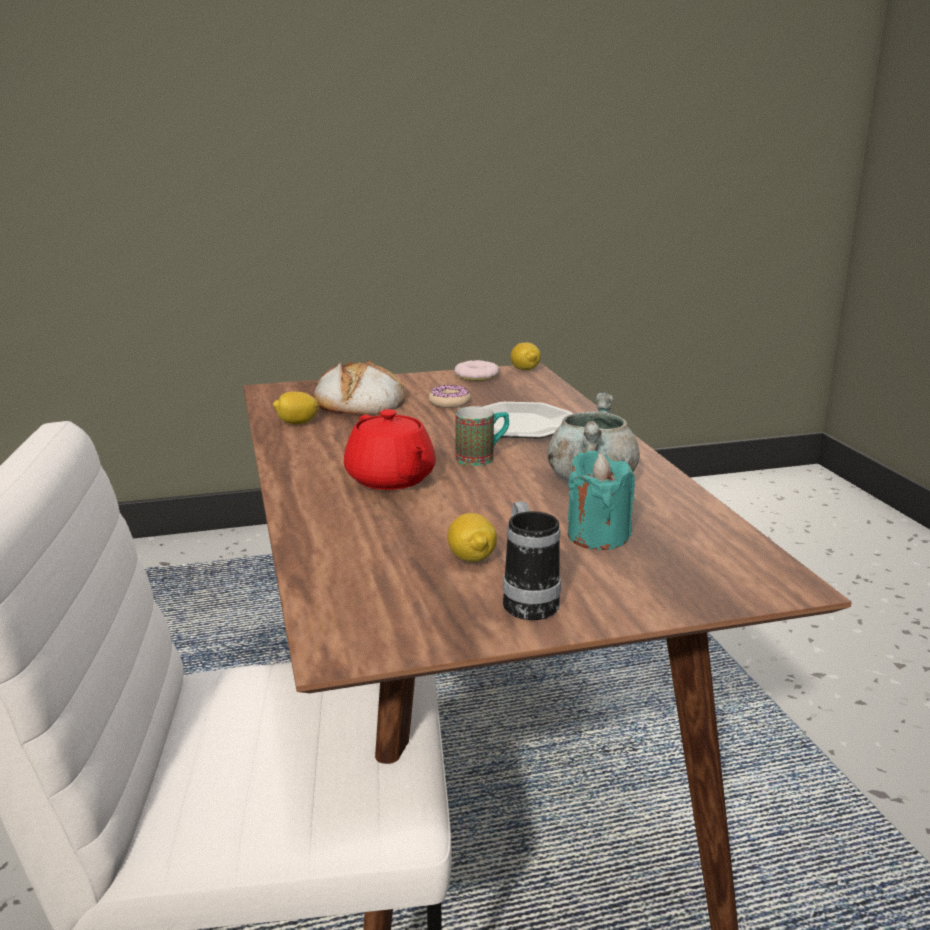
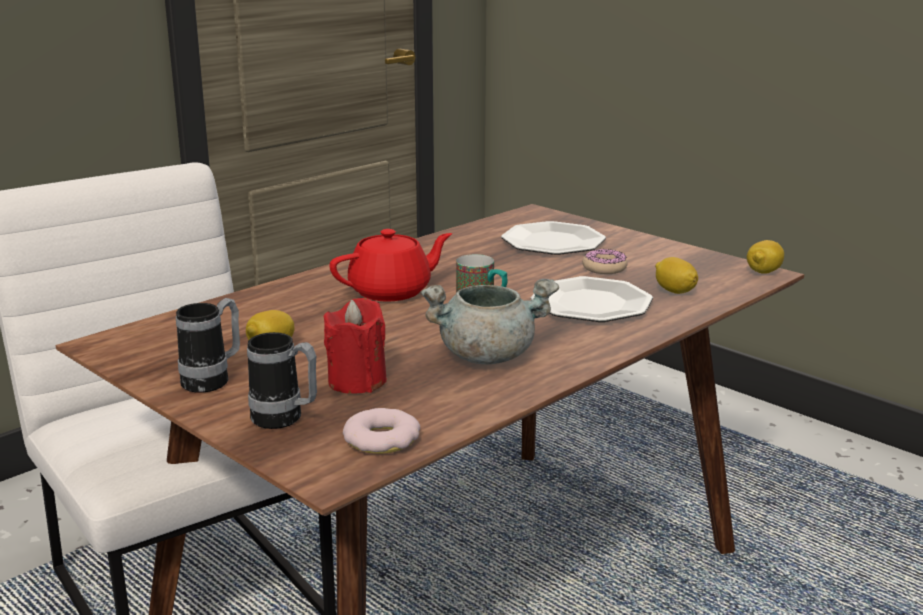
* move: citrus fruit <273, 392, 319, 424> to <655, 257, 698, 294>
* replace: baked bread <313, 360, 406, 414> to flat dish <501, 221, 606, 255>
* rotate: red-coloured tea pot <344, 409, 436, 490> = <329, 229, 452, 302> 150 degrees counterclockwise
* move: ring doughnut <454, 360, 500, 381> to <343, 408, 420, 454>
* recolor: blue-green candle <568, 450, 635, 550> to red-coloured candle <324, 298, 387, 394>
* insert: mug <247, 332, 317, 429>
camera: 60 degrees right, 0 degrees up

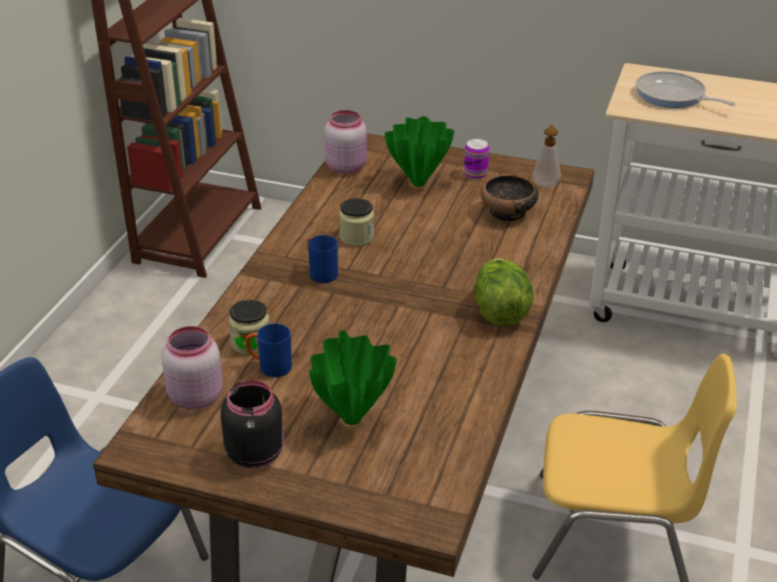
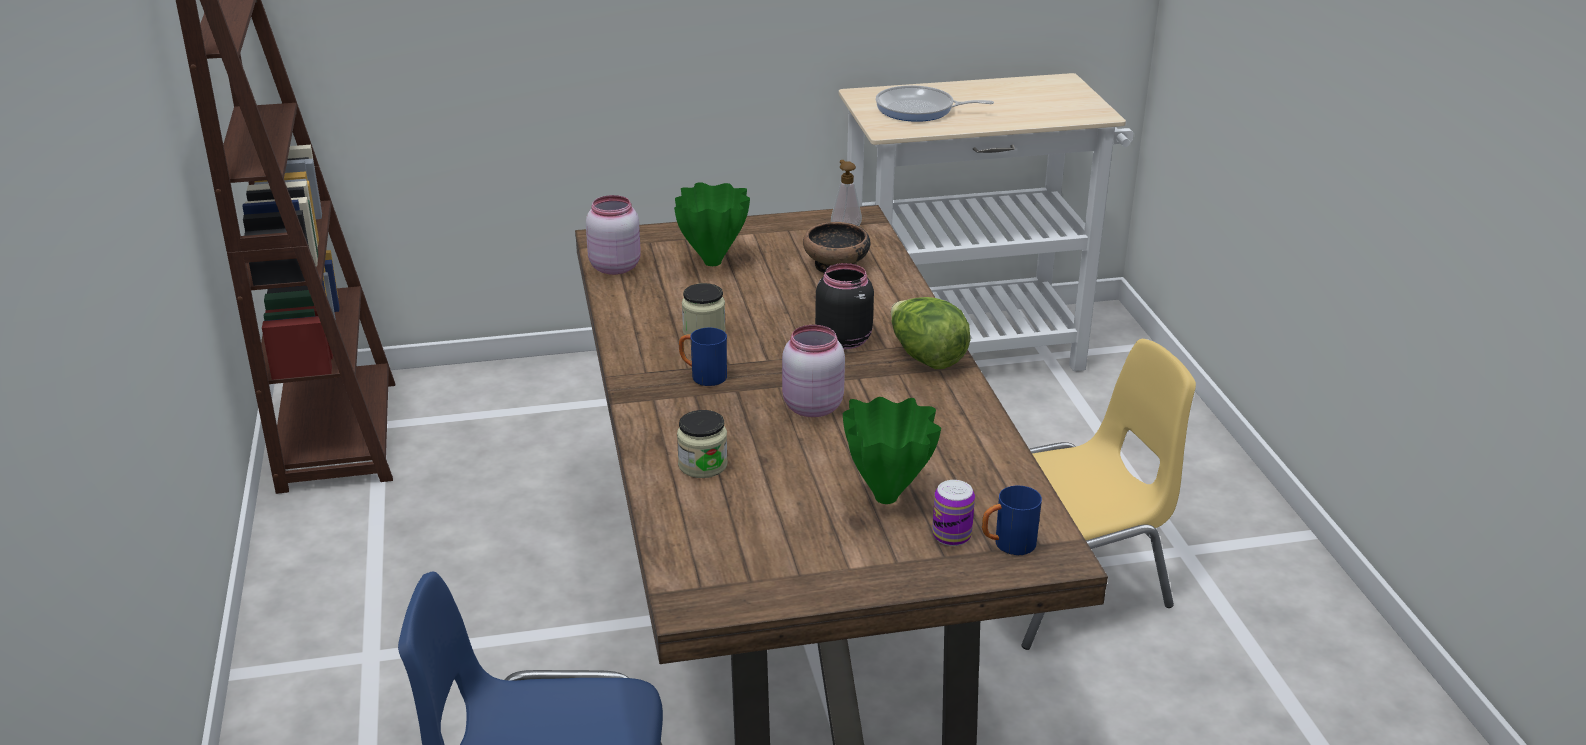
* move: pink-coloured jar <162, 326, 223, 410> to <782, 325, 845, 417>
* move: blackish jar <221, 380, 284, 469> to <815, 263, 874, 349>
* move: bluish mug <246, 324, 292, 377> to <982, 485, 1042, 555>
* move: metal can <464, 139, 489, 179> to <932, 480, 975, 546>
camera: 30 degrees left, 5 degrees down

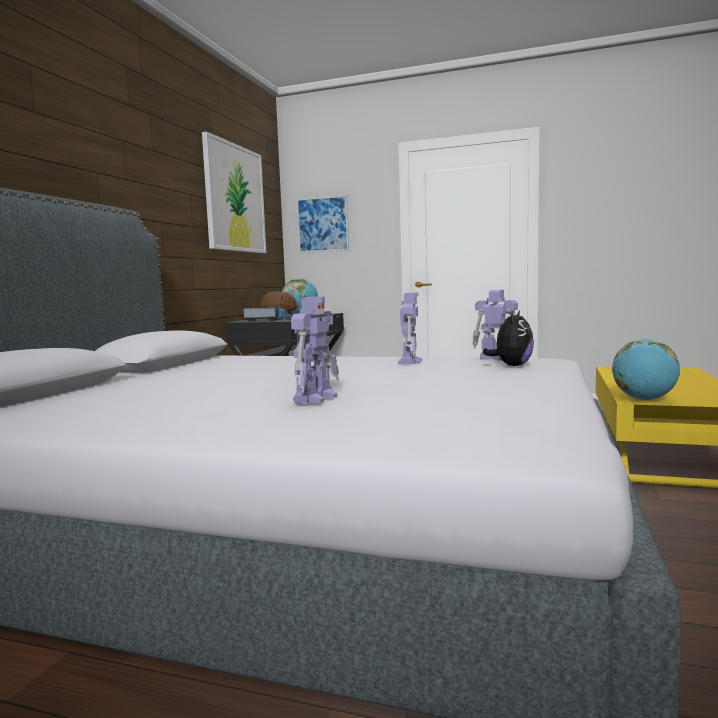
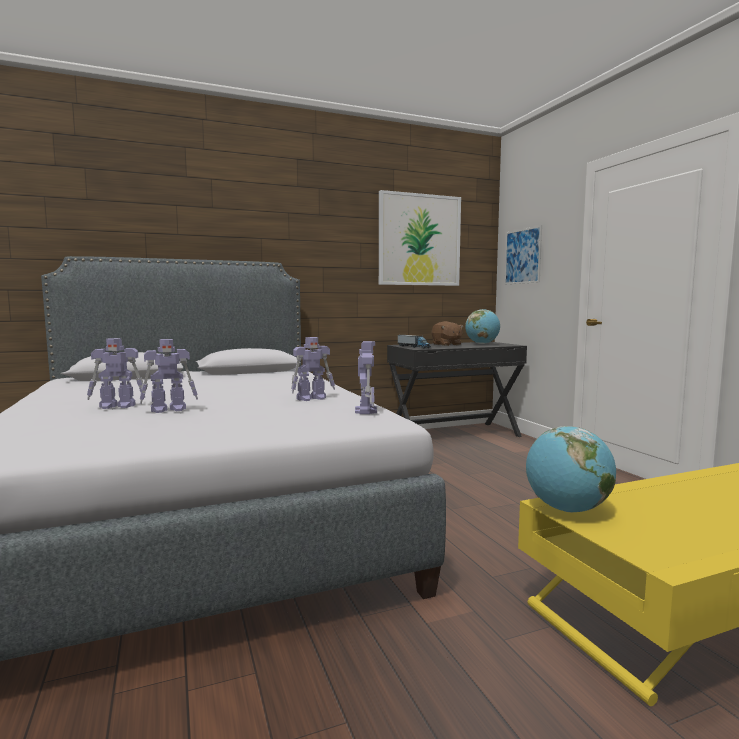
* delete: plush toy <483, 311, 534, 366>
* insert: toy robot <140, 339, 198, 413>
camera: 50 degrees right, 0 degrees up

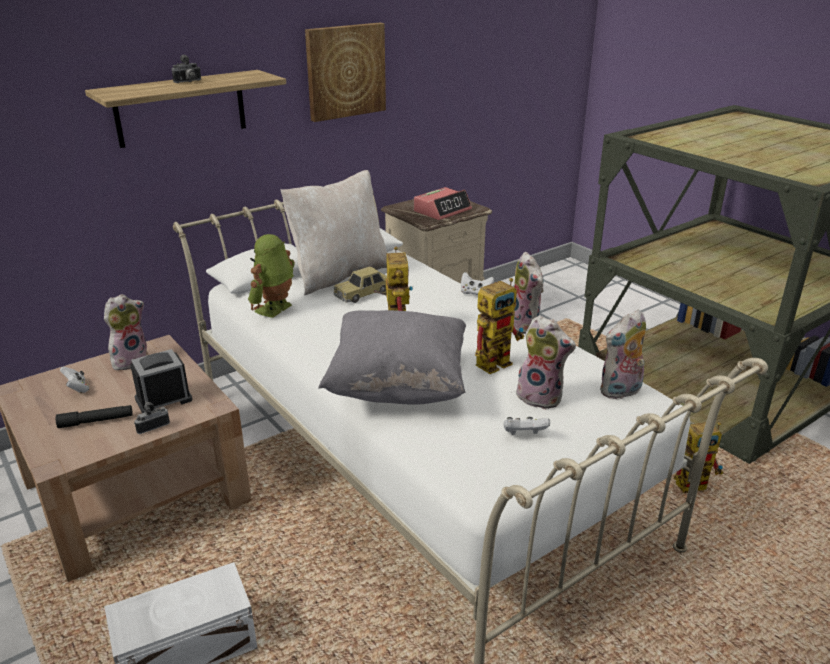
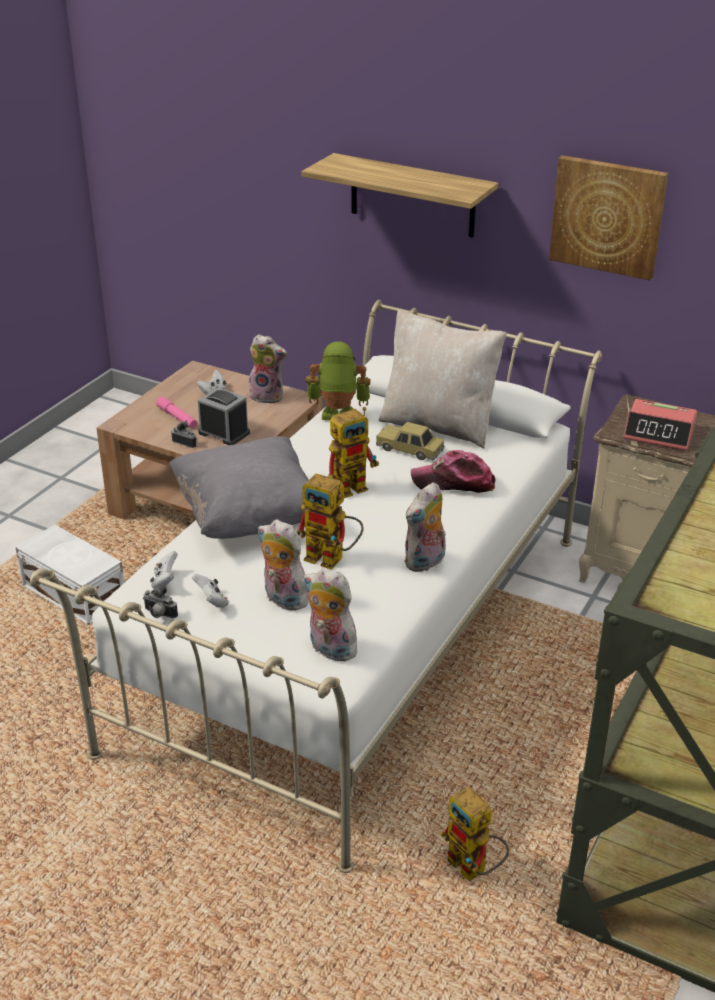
* recolor: blackish flashlight <56, 405, 133, 428> to pink-coloured flashlight <156, 397, 197, 428>
* move: photo camera <171, 55, 201, 83> to <143, 585, 178, 618>
* move: white gamepad <461, 272, 494, 295> to <150, 551, 178, 589>
* rotate: plush toy <511, 315, 576, 410> = <258, 520, 308, 611> 120 degrees clockwise
* insert: baseball cap <411, 450, 496, 493>
camera: 65 degrees right, 5 degrees up

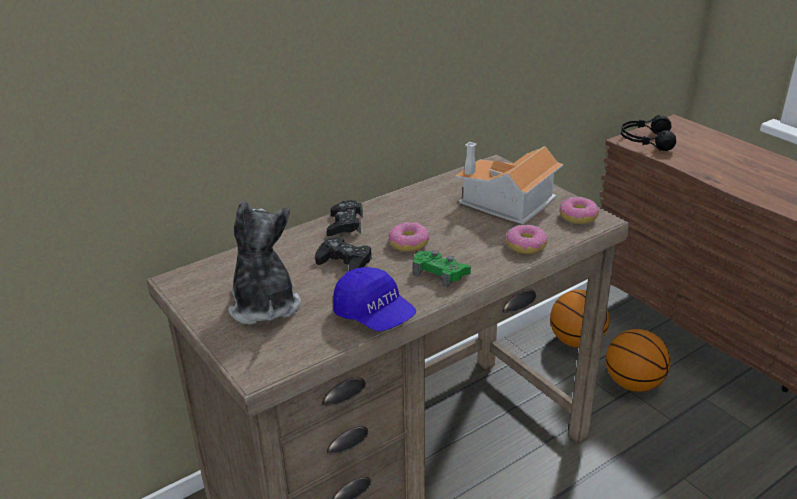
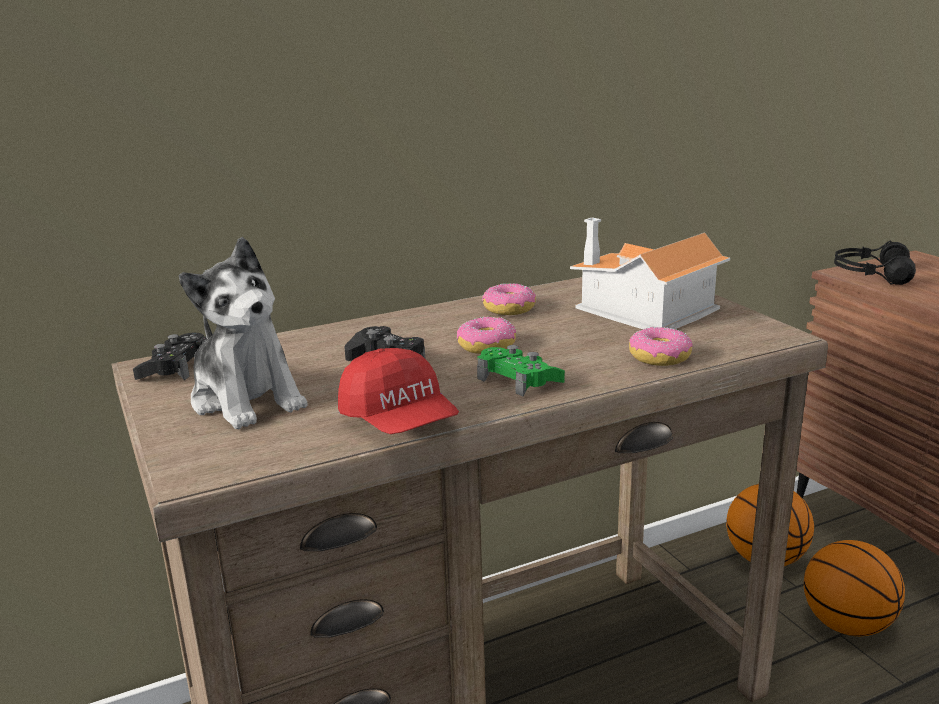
* rotate: plush toy <228, 201, 301, 325> = <179, 237, 308, 429> 150 degrees clockwise
* move: blackish gamepad <327, 200, 363, 236> to <133, 333, 207, 380>
* recolor: bluish baseball cap <333, 267, 416, 331> to red-coloured baseball cap <338, 348, 459, 434>
* move: ring doughnut <559, 197, 599, 224> to <482, 283, 536, 315>
camera: 10 degrees right, 10 degrees down

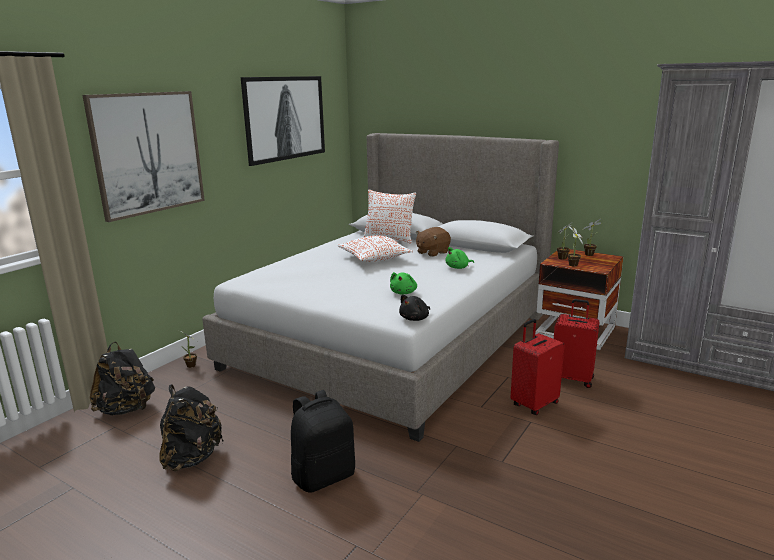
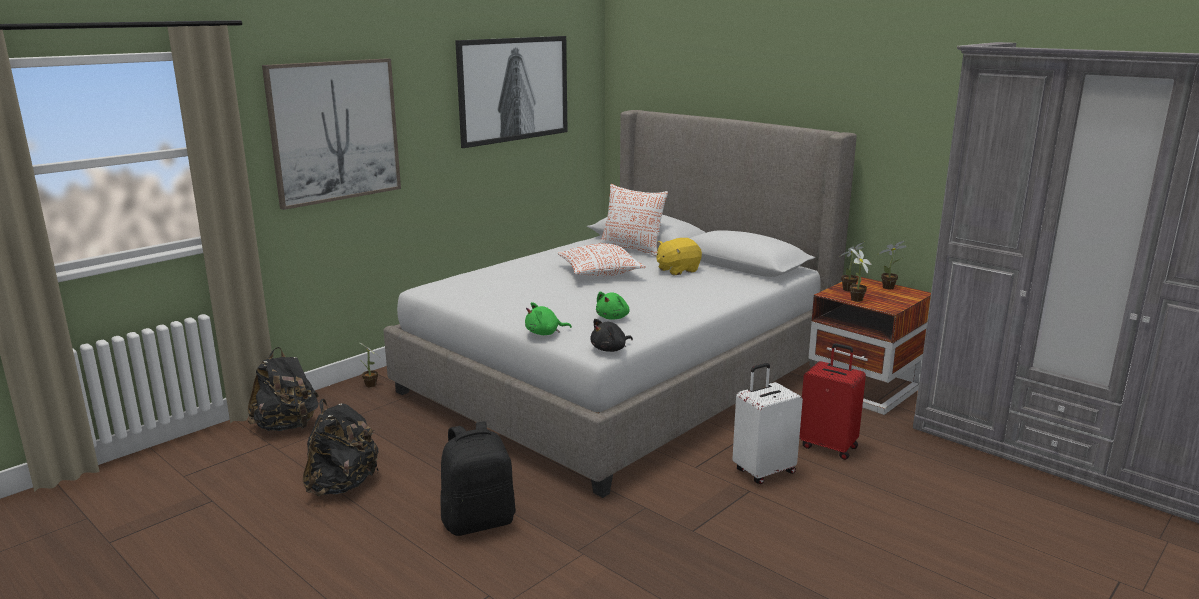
* recolor: brown plush toy <416, 227, 451, 257> to yellow-coloured plush toy <657, 238, 702, 275>
* move: green-coloured plush toy <445, 247, 474, 269> to <525, 302, 572, 335>
* recolor: red-coloured suitcase <511, 319, 565, 415> to white suitcase <732, 363, 803, 484>
camera: 10 degrees right, 0 degrees up

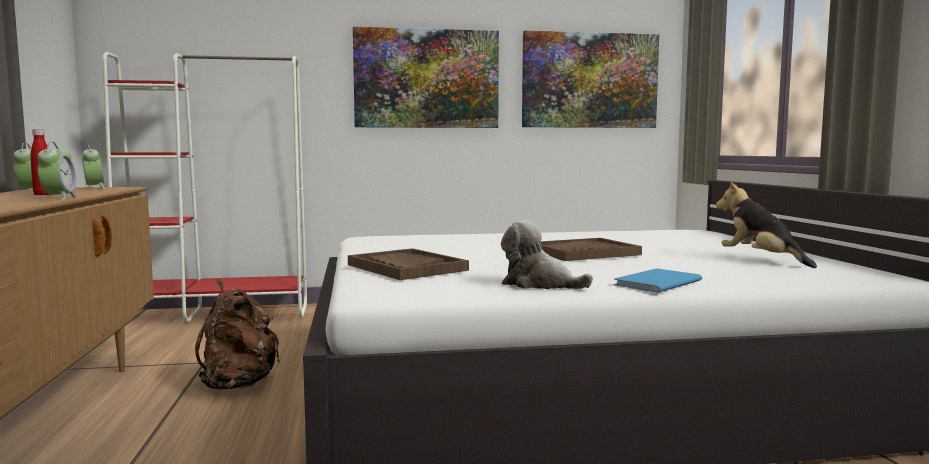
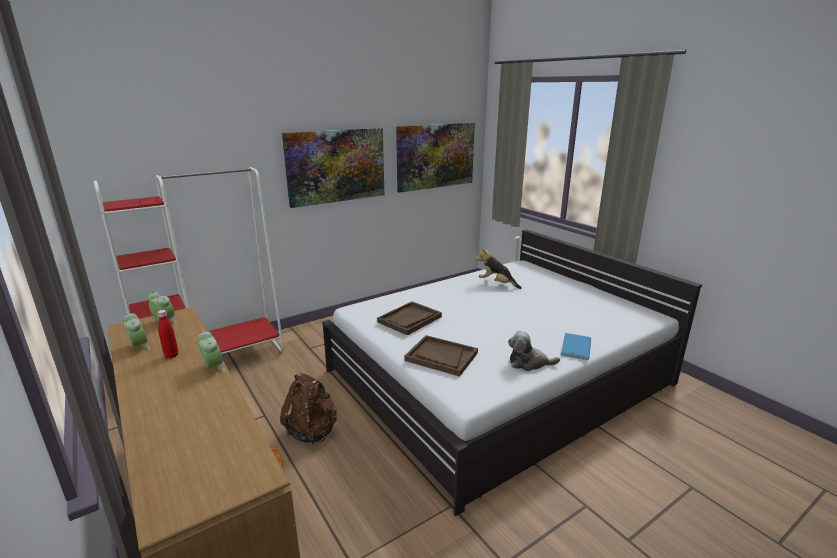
* move: brown tray <540, 238, 642, 261> to <377, 301, 442, 336>
* move: plush toy <716, 181, 817, 268> to <476, 247, 522, 289>
camera: 25 degrees left, 15 degrees up

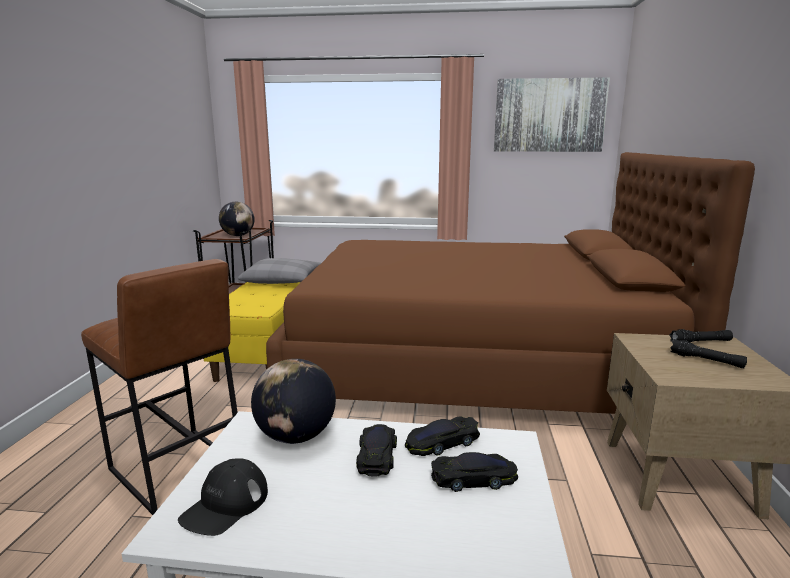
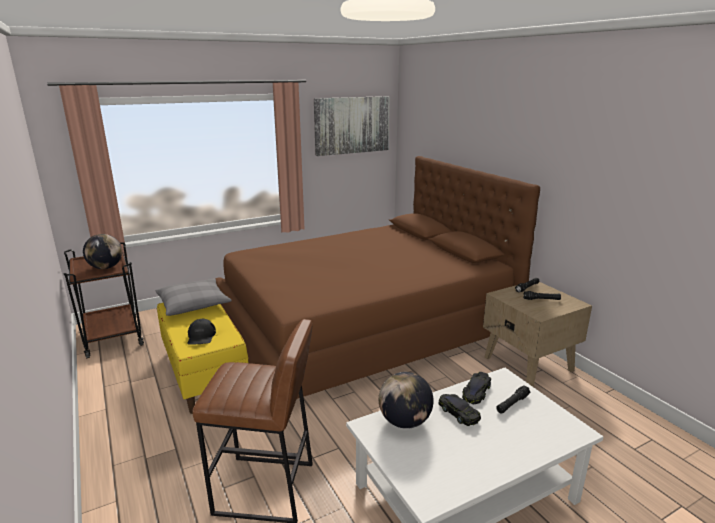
* move: blackish baseball cap <178, 458, 268, 536> to <187, 319, 216, 345>
* replace: blackish miniature car <431, 452, 518, 492> to blackish flashlight <496, 385, 530, 414>
camera: 35 degrees left, 5 degrees up

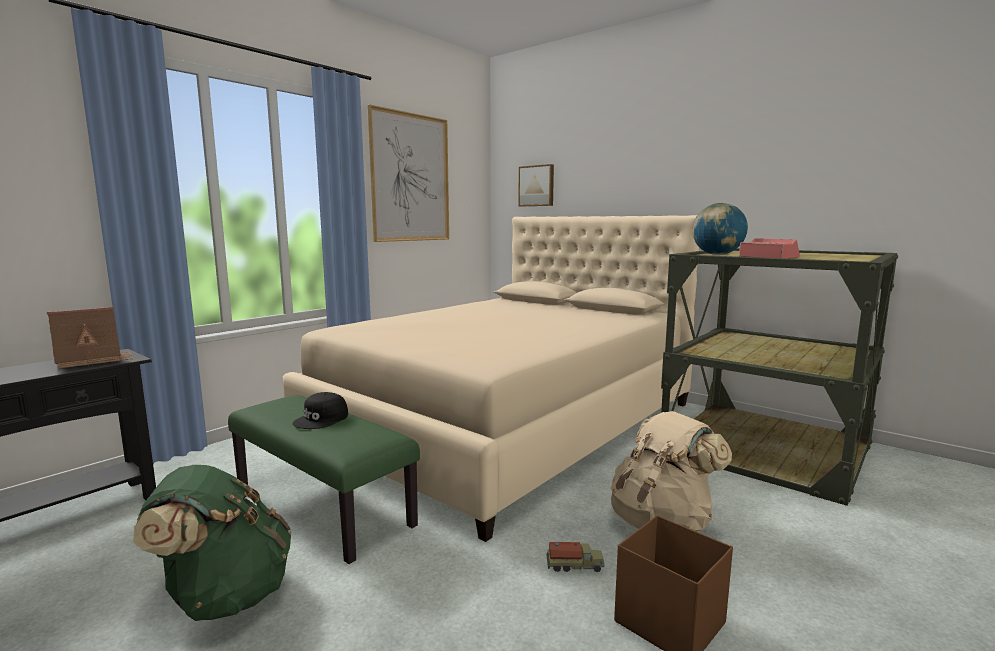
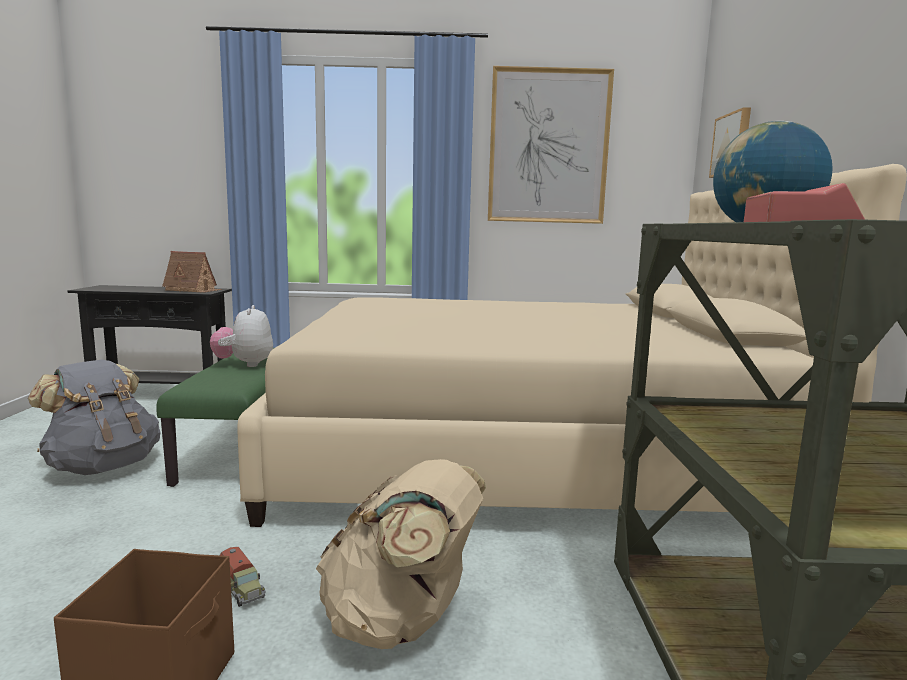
* recolor: green-coloured knapsack <133, 465, 291, 621> to grey knapsack <28, 360, 161, 475>
* replace: blackish baseball cap <292, 392, 348, 429> to plush toy <210, 305, 273, 367>
camera: 50 degrees right, 0 degrees up

